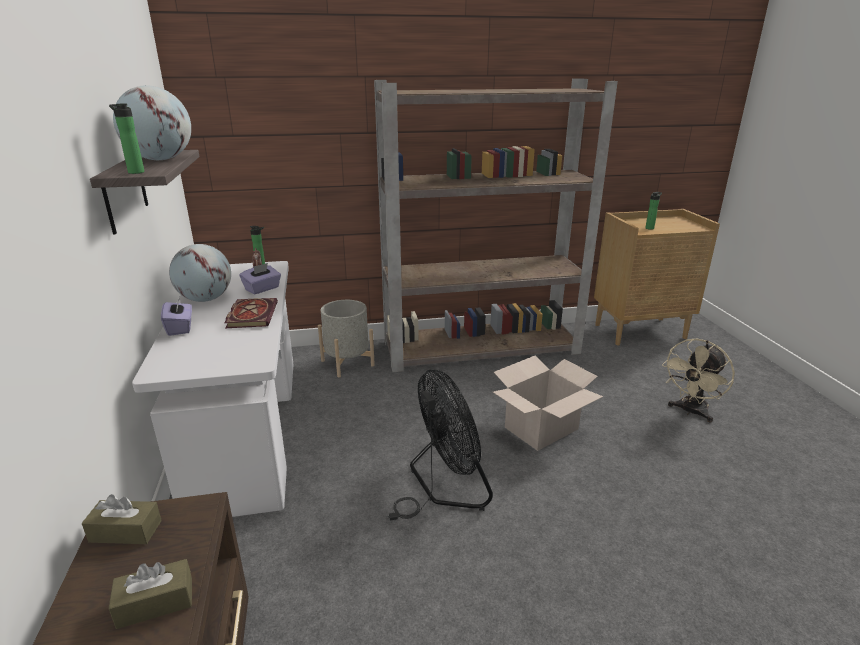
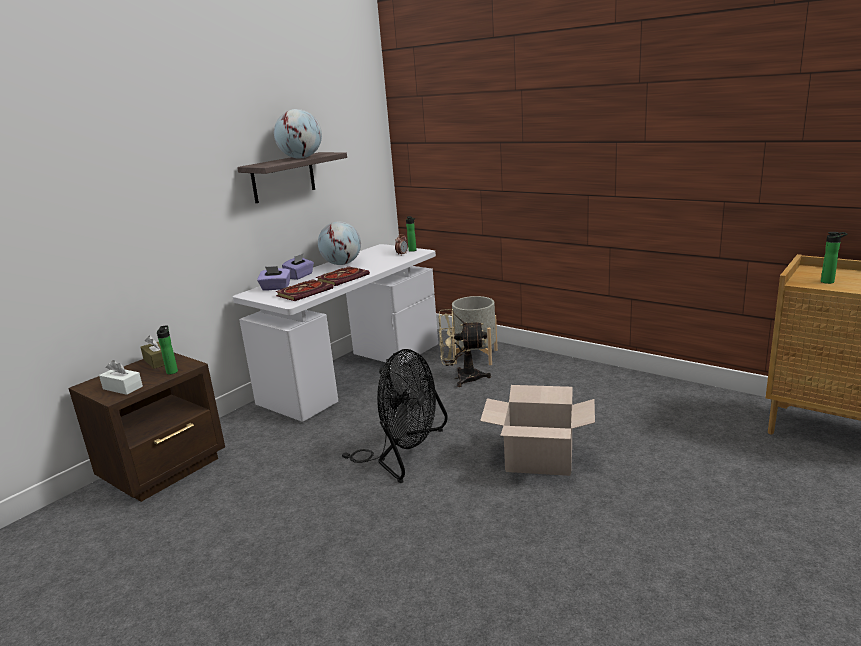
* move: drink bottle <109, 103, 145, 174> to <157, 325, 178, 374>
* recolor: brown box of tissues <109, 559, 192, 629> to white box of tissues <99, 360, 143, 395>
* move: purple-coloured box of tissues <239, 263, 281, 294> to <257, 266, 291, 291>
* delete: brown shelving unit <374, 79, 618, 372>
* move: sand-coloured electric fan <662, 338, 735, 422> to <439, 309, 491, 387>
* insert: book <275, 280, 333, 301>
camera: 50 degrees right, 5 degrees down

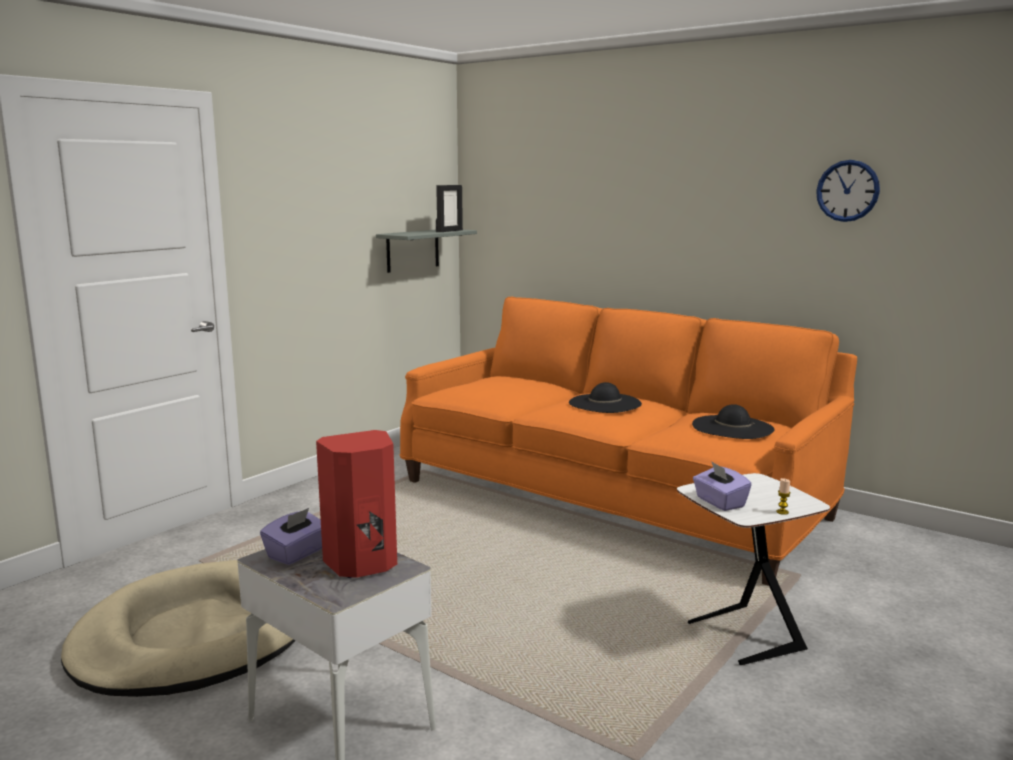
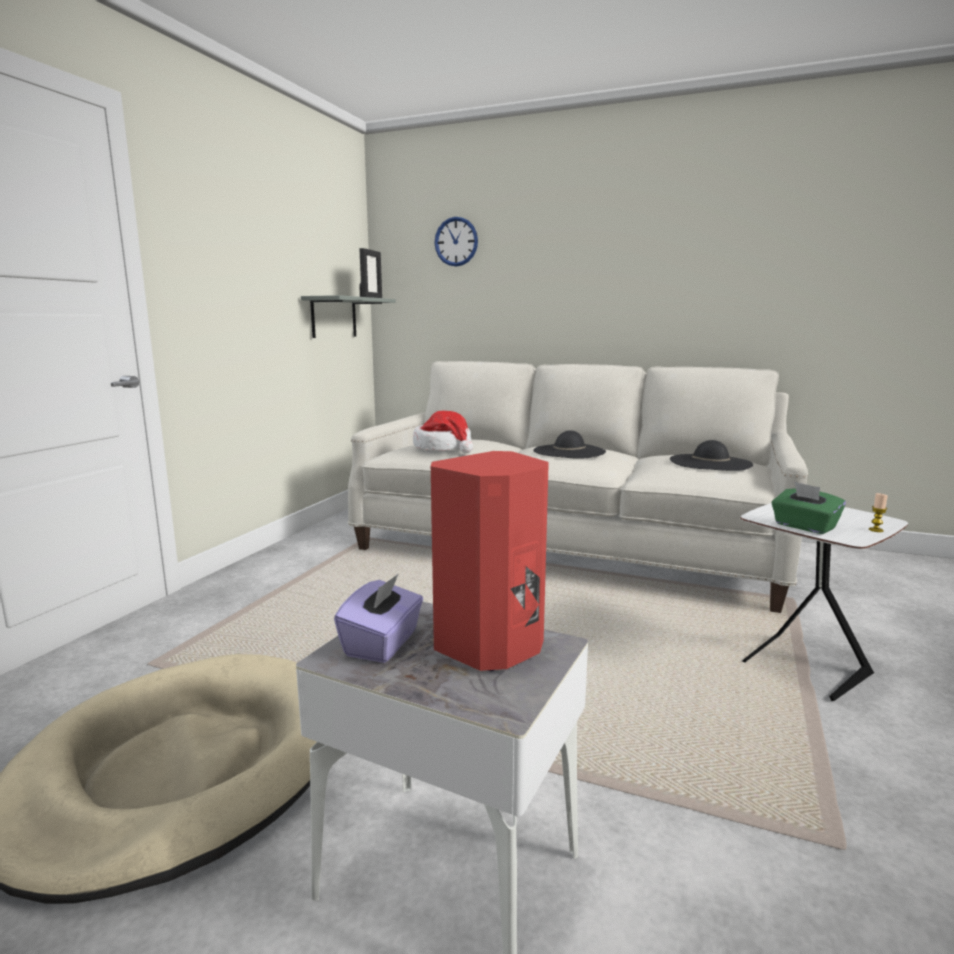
* recolor: orange couch <399, 296, 857, 586> to white couch <348, 361, 808, 613>
* recolor: purple-coloured box of tissues <693, 461, 752, 511> to green-coloured box of tissues <771, 482, 846, 534>
* move: clock on the wall <816, 160, 880, 222> to <434, 217, 478, 267>
* insert: hat <413, 411, 473, 453>
camera: 15 degrees left, 0 degrees up

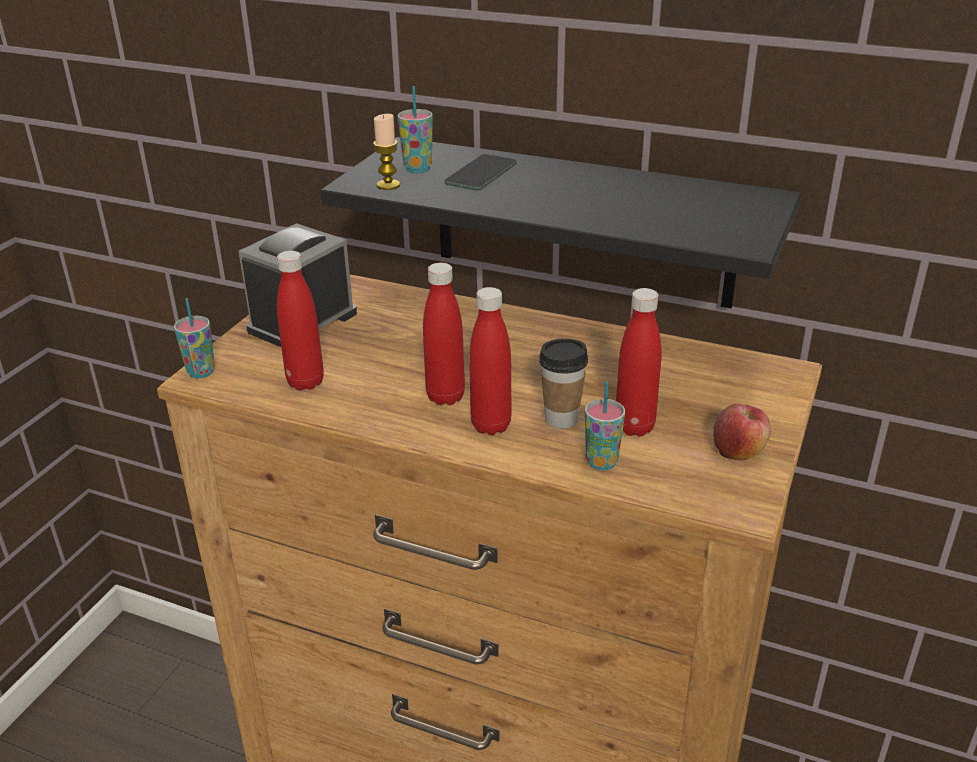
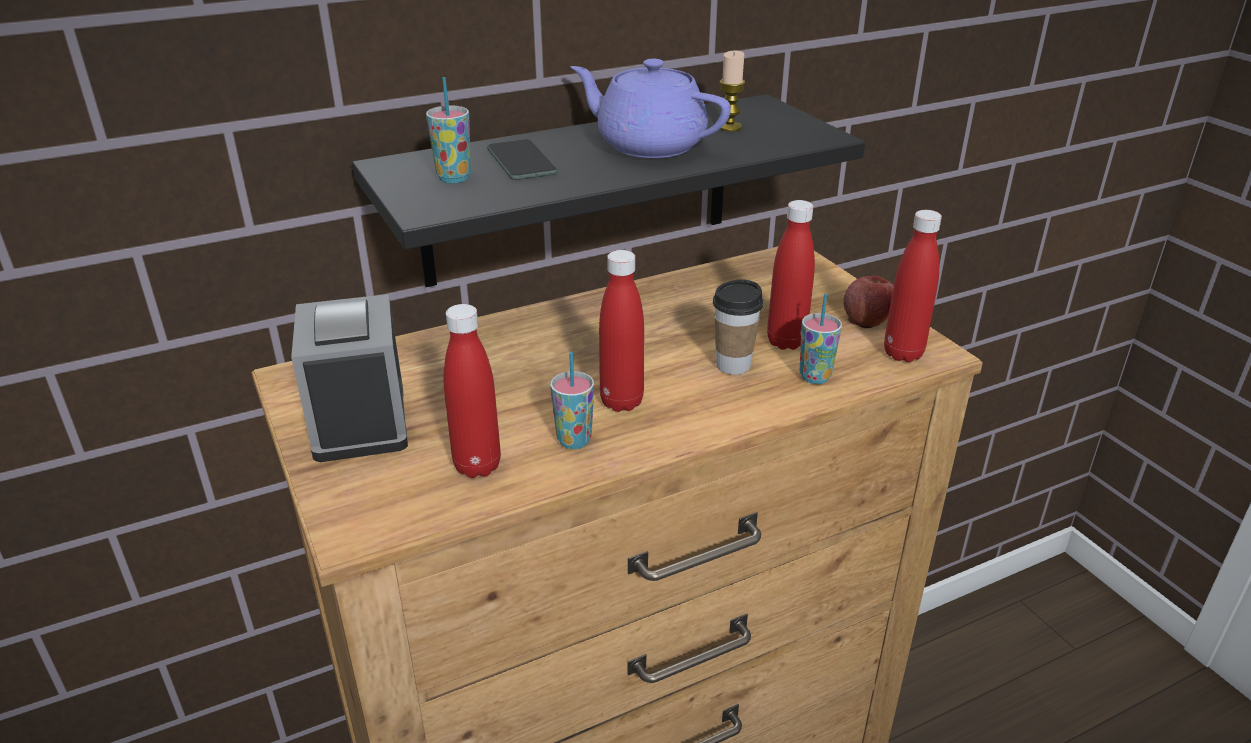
* move: small cup <174, 298, 215, 378> to <550, 352, 594, 449>
* move: candle <373, 114, 400, 190> to <720, 51, 745, 132>
* move: red-coloured drink bottle <469, 287, 512, 435> to <884, 210, 942, 362>
* insert: purple-coloured tea pot <571, 59, 731, 158>
camera: 50 degrees left, 0 degrees up

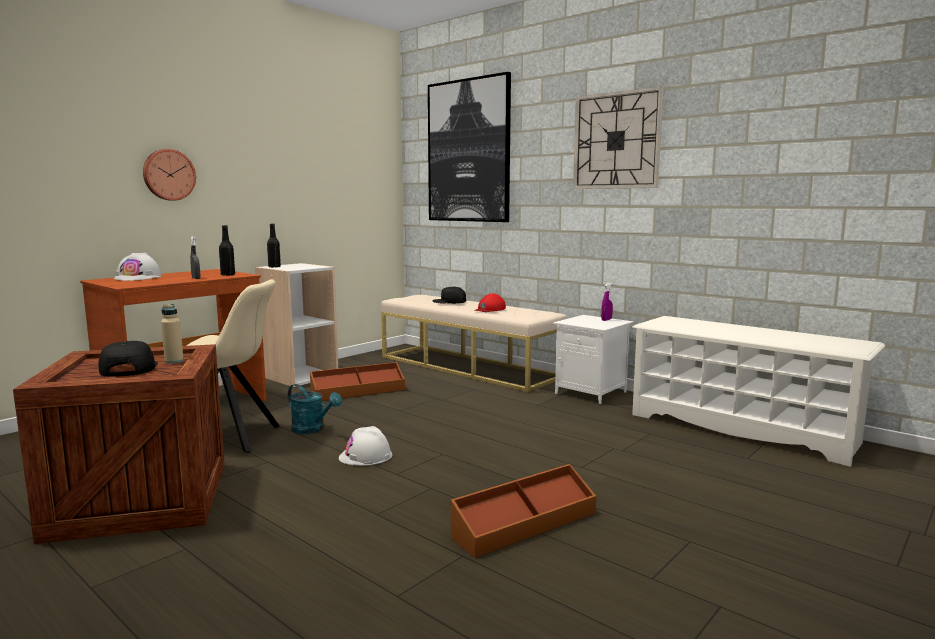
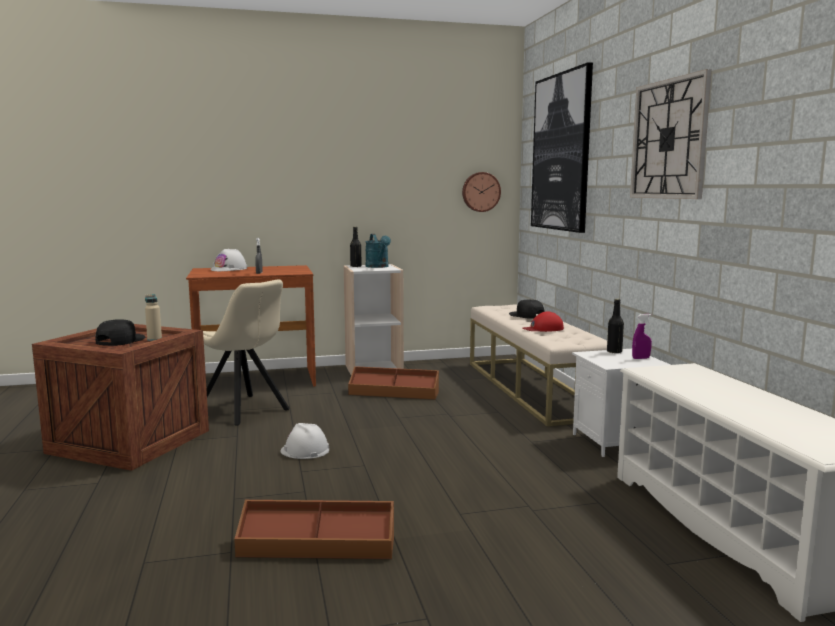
* move: clock on the wall <143, 149, 196, 201> to <462, 172, 501, 212>
* move: blackish drink bottle <219, 225, 235, 276> to <607, 299, 624, 354>
* move: blue-green watering can <288, 384, 342, 434> to <365, 234, 391, 268>
camera: 35 degrees right, 0 degrees up

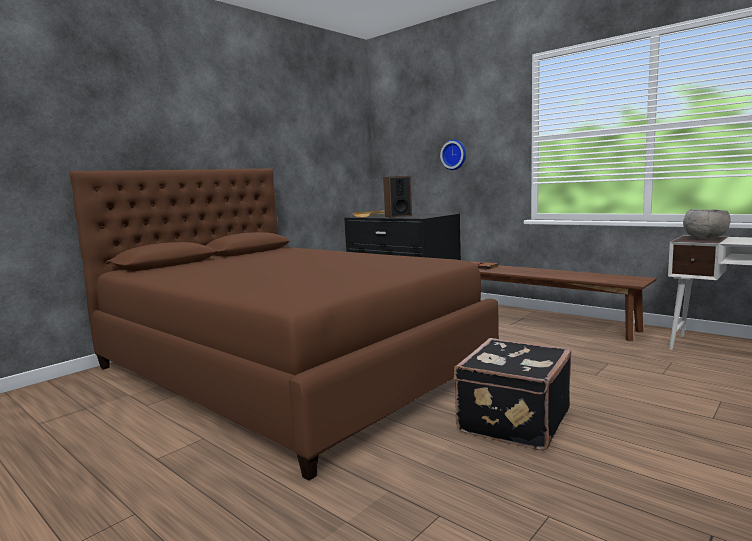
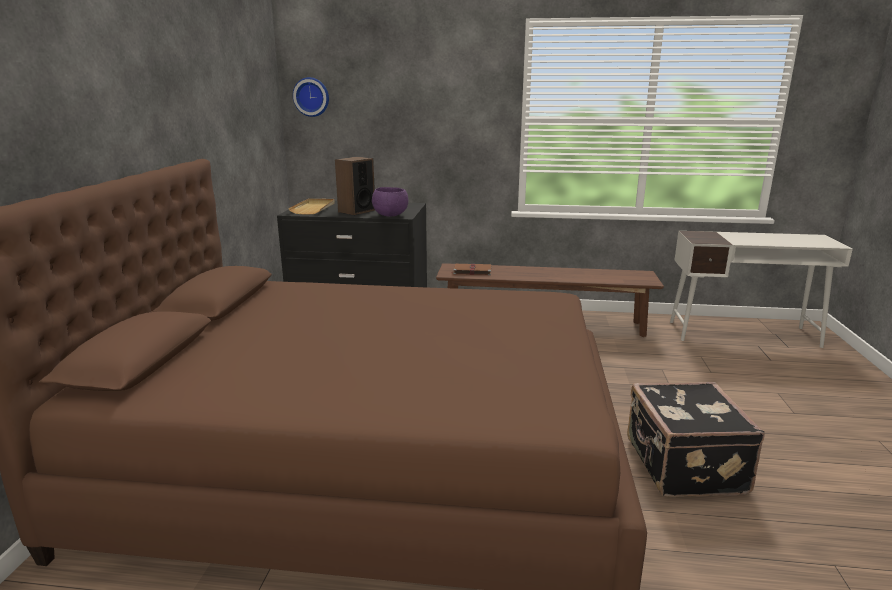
* move: clock on the wall <440, 140, 466, 170> to <293, 77, 329, 117>
* delete: grey serving bowl <683, 209, 731, 239>
* insert: purple-coloured serving bowl <372, 187, 408, 216>
camera: 35 degrees left, 10 degrees up

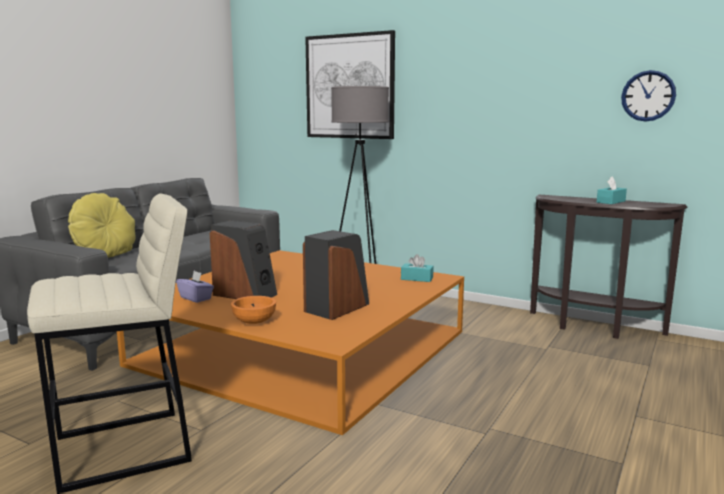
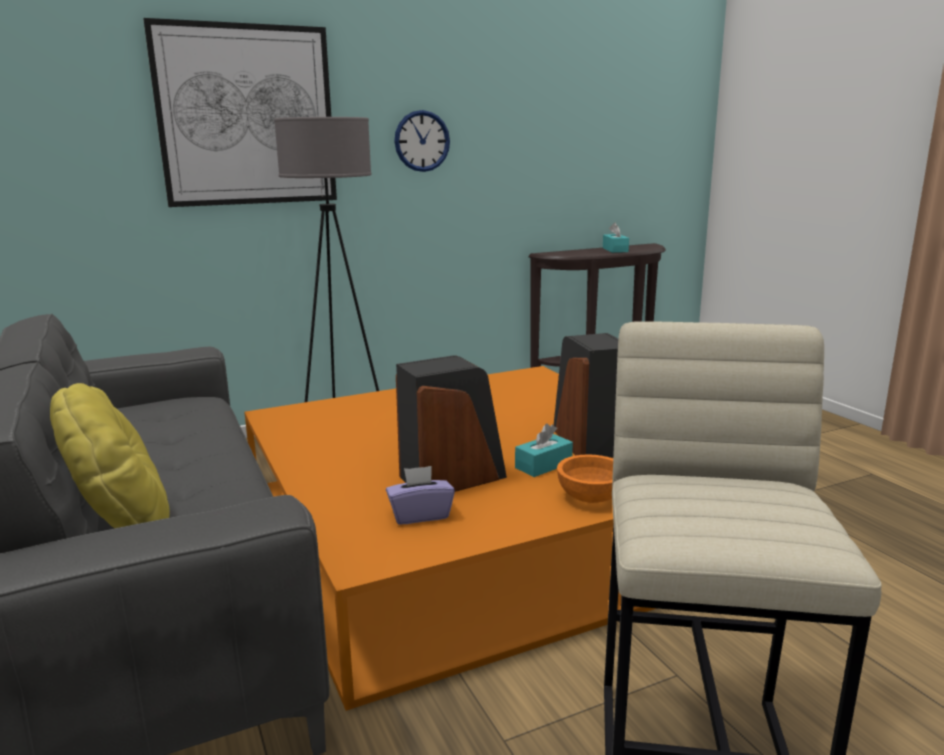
* move: blue-green box of tissues <401, 254, 433, 282> to <515, 424, 573, 477>
* move: clock on the wall <621, 70, 676, 122> to <394, 110, 450, 172>
camera: 55 degrees left, 5 degrees up

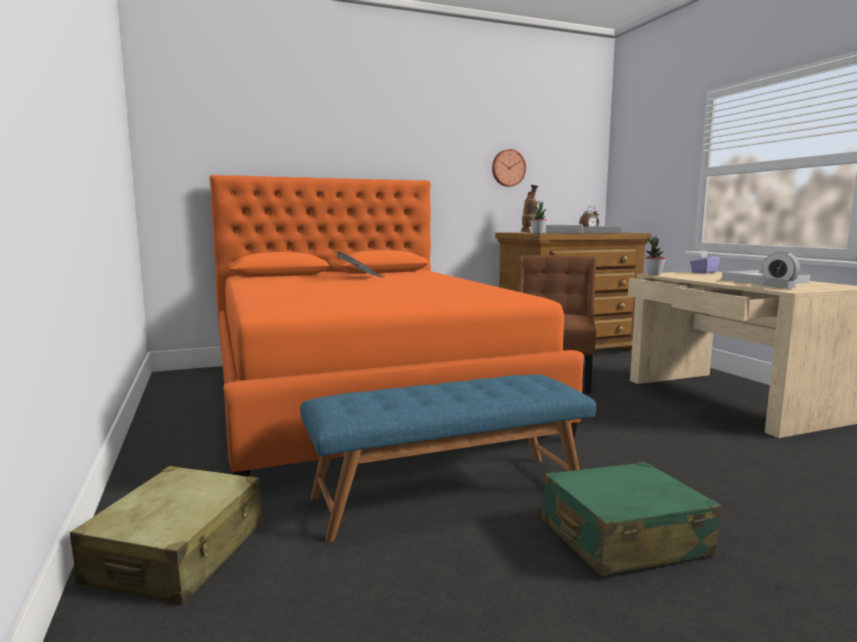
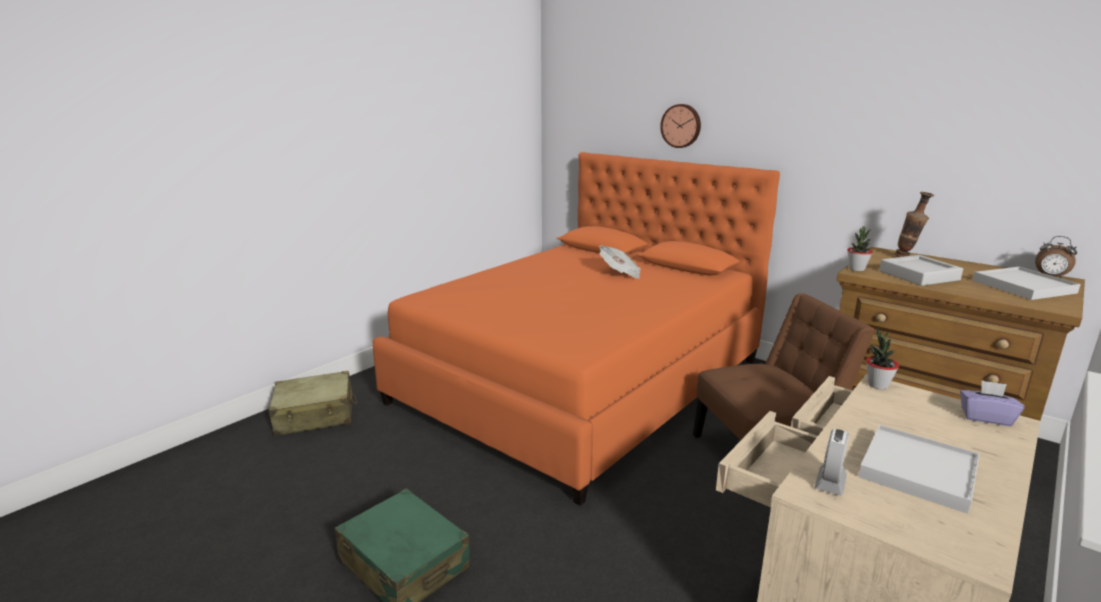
* delete: bluish long seat <300, 374, 596, 542>
* move: clock on the wall <492, 149, 526, 187> to <660, 104, 701, 148>
camera: 60 degrees right, 10 degrees up

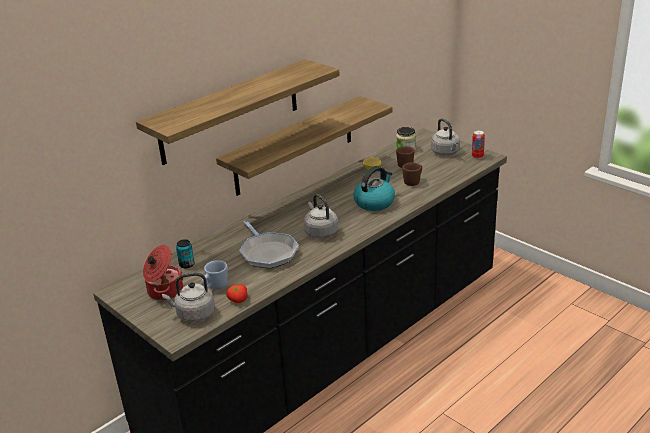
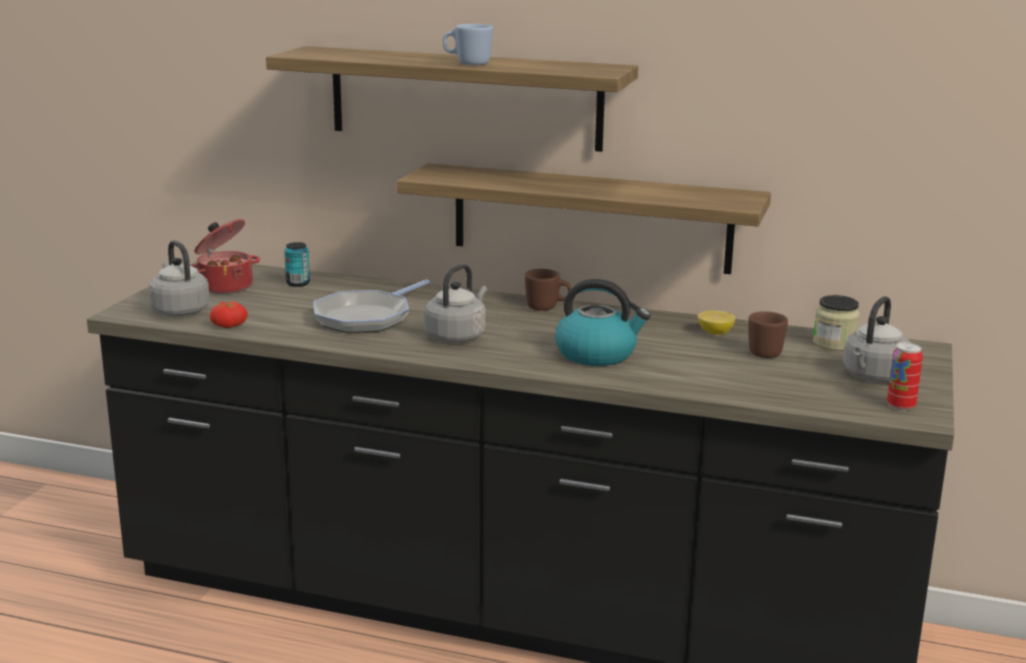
* move: bluish mug <201, 260, 228, 290> to <443, 24, 493, 66>
* move: brown mug <402, 162, 422, 186> to <525, 269, 572, 311>
camera: 60 degrees right, 10 degrees down

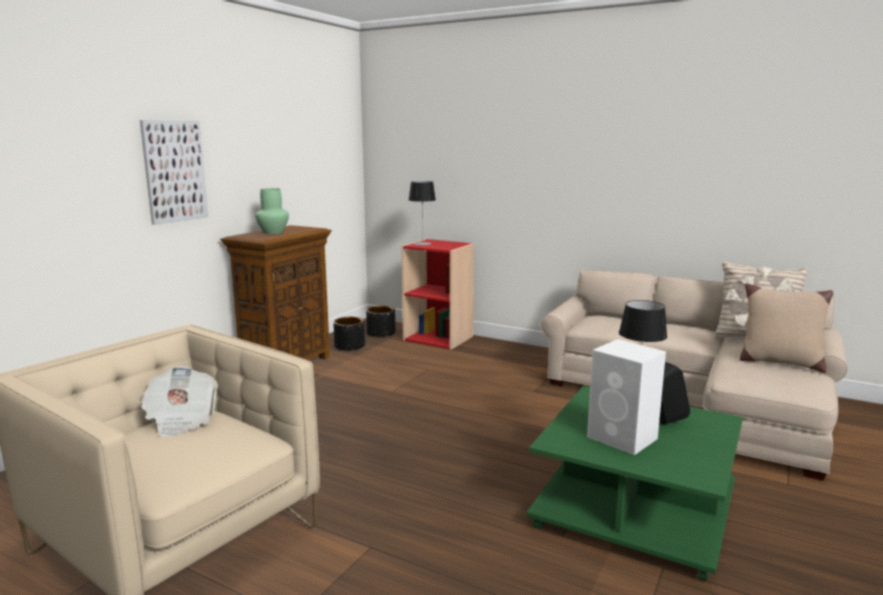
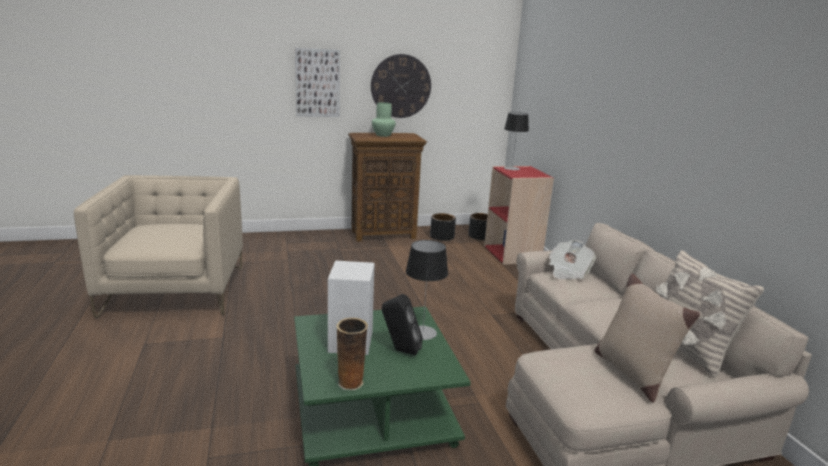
* move: printed paper <140, 366, 218, 438> to <549, 240, 596, 279>
* insert: decorative vase <336, 318, 368, 390>
* insert: clock on the wall <371, 54, 431, 118>
camera: 45 degrees right, 5 degrees up

